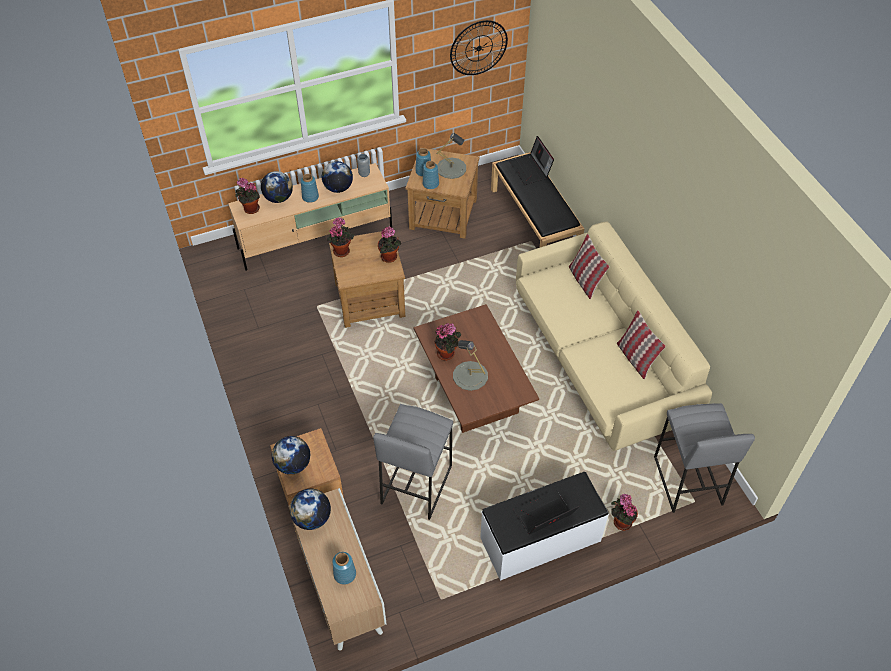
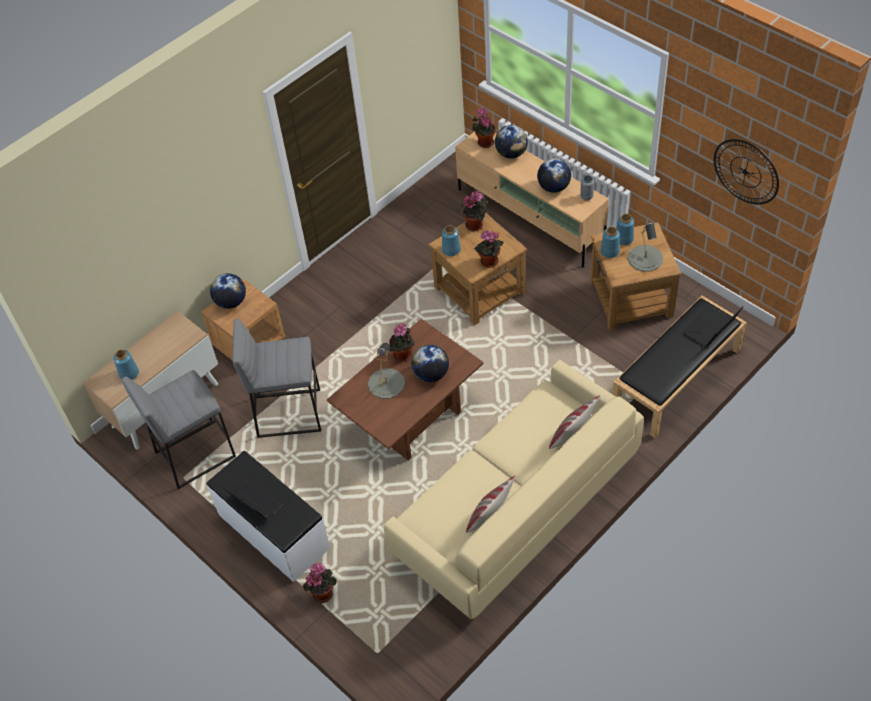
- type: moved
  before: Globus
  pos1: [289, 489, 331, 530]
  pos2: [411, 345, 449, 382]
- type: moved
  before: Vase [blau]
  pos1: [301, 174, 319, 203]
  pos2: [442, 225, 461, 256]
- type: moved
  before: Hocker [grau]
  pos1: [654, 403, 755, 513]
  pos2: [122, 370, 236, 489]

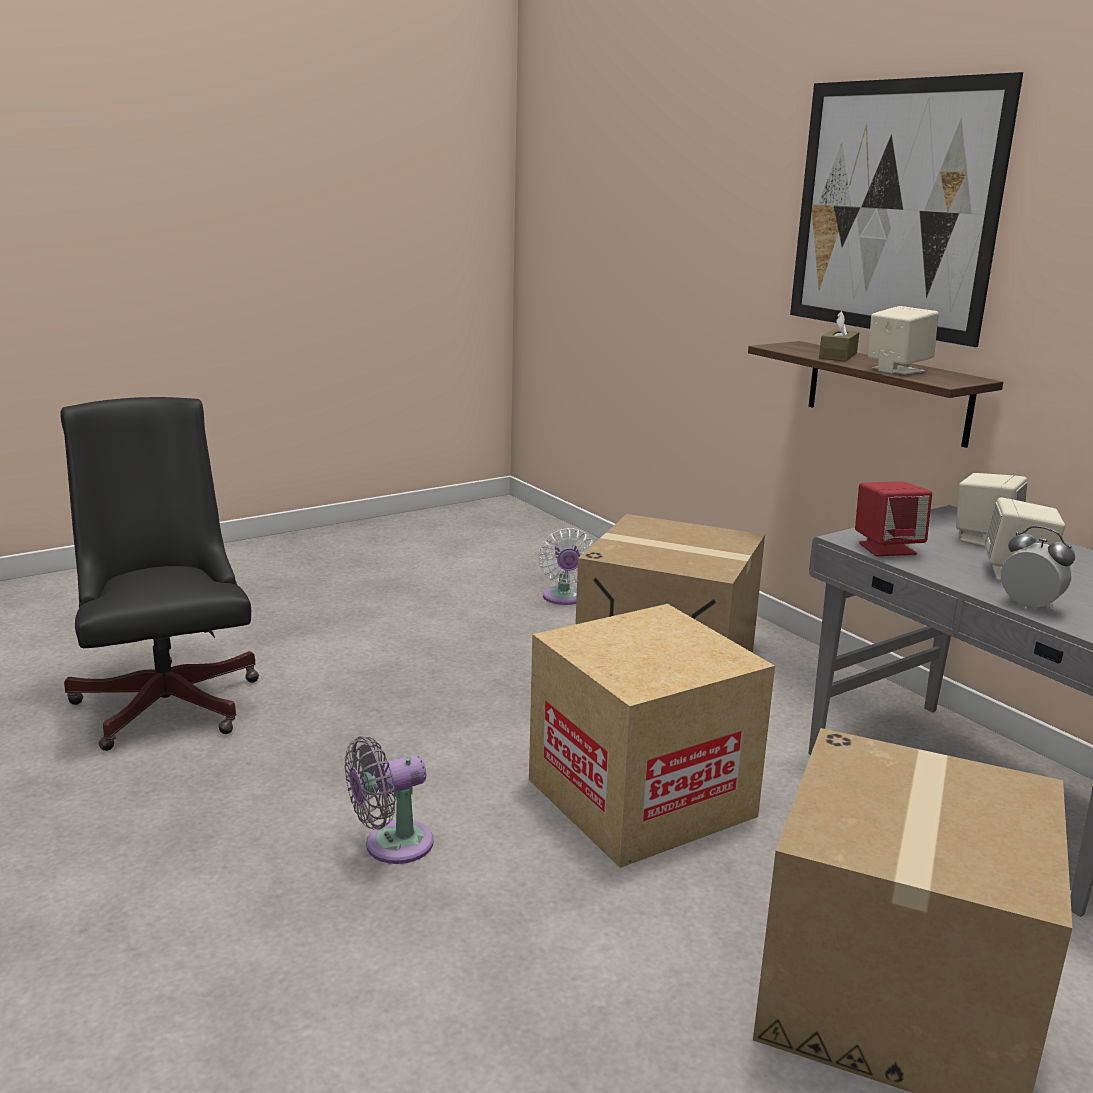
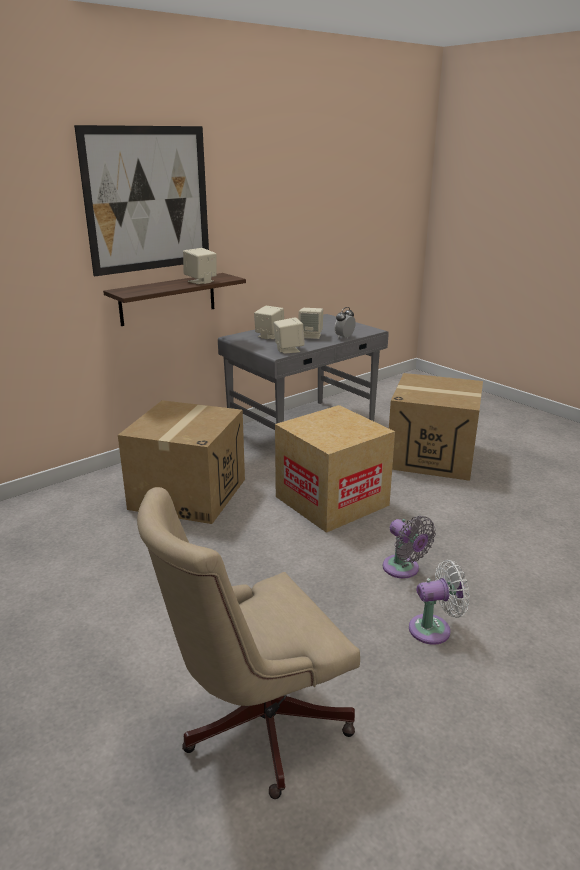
- type: recoloured
  before: Bürostuhl [schwarz]
  after: Bürostuhl [beige]
  pos1: [60, 397, 259, 751]
  pos2: [137, 487, 360, 799]
- type: moved
  before: Ventilator [weiß]
  pos1: [538, 528, 594, 605]
  pos2: [409, 560, 470, 645]
- type: removed
  before: Taschentuchbox [braun]
  pos1: [819, 311, 860, 361]
- type: recoloured
  before: Lautsprecher [rot]
  after: Lautsprecher [beige]
  pos1: [855, 481, 932, 556]
  pos2: [274, 317, 305, 354]

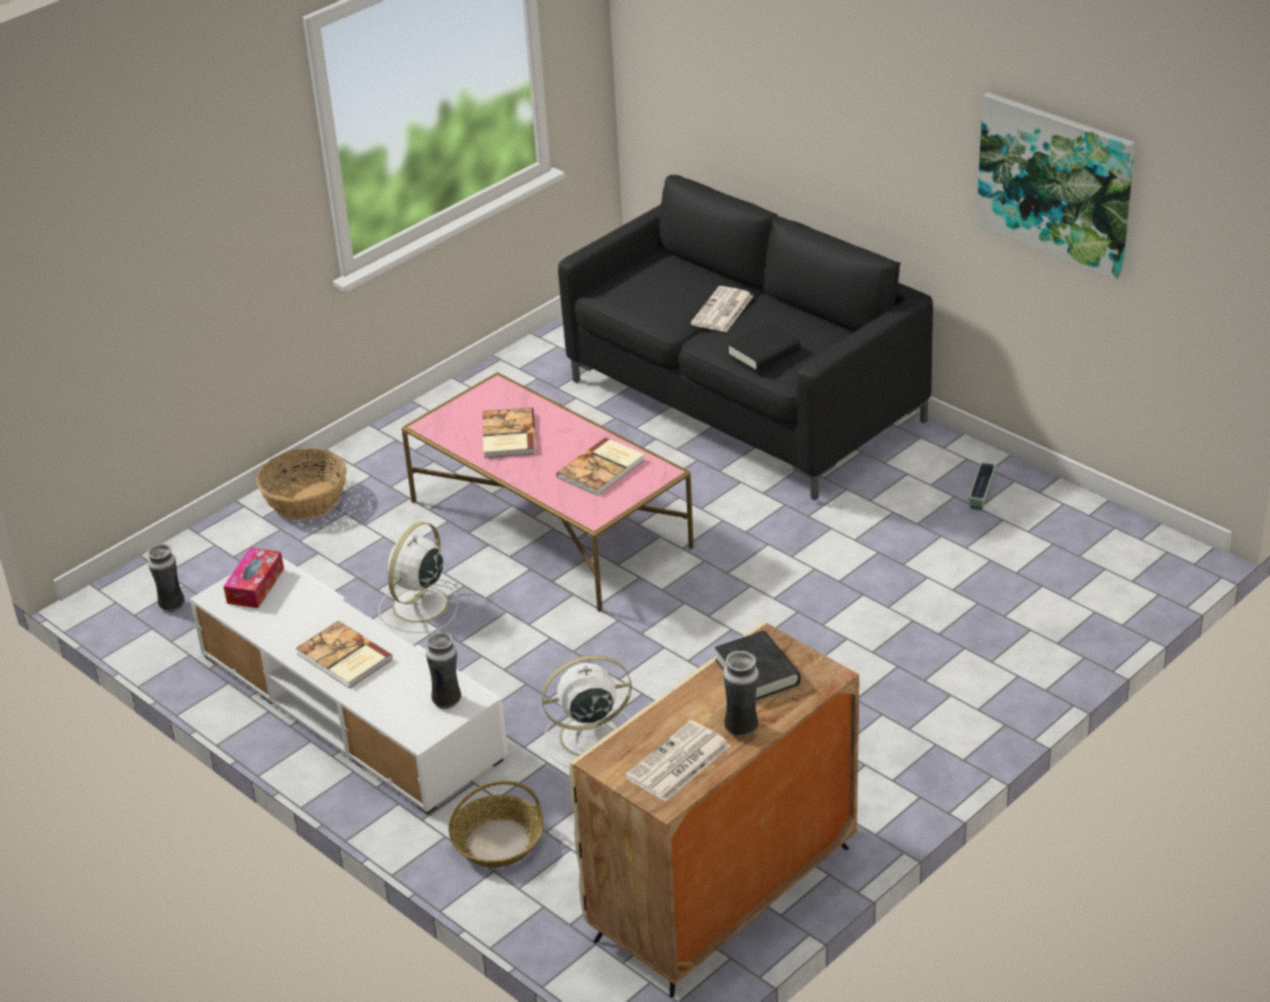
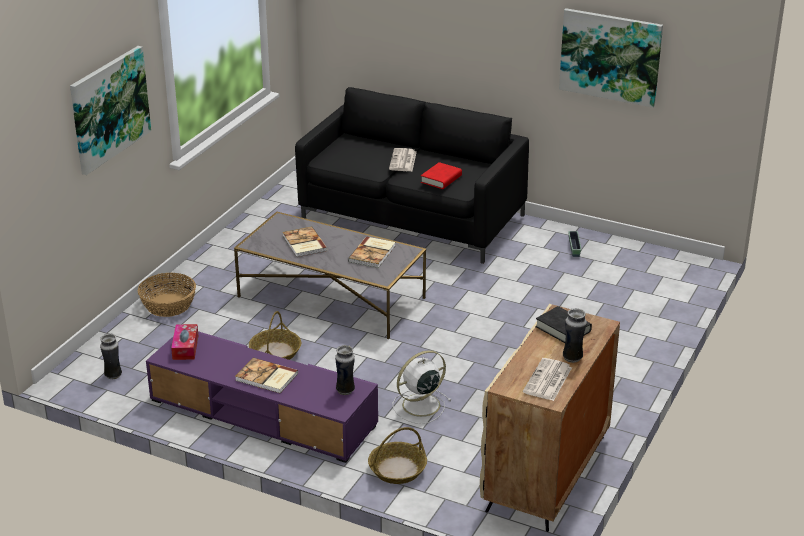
- type: recoloured
  before: Fernsehschrank [weiß]
  after: Fernsehschrank [lila]
  pos1: [190, 557, 508, 815]
  pos2: [146, 331, 378, 463]
- type: replaced
  before: Ventilator [weiß]
  after: Korb
  pos1: [378, 522, 458, 633]
  pos2: [249, 311, 301, 360]
- type: recoloured
  before: Couchtisch [rosa]
  after: Couchtisch [grau]
  pos1: [402, 372, 694, 612]
  pos2: [234, 212, 426, 339]
- type: recoloured
  before: Buch [schwarz]
  after: Buch [rot]
  pos1: [727, 323, 800, 371]
  pos2: [421, 162, 462, 189]
- type: added
  after: Bild
  pos2: [70, 46, 151, 175]

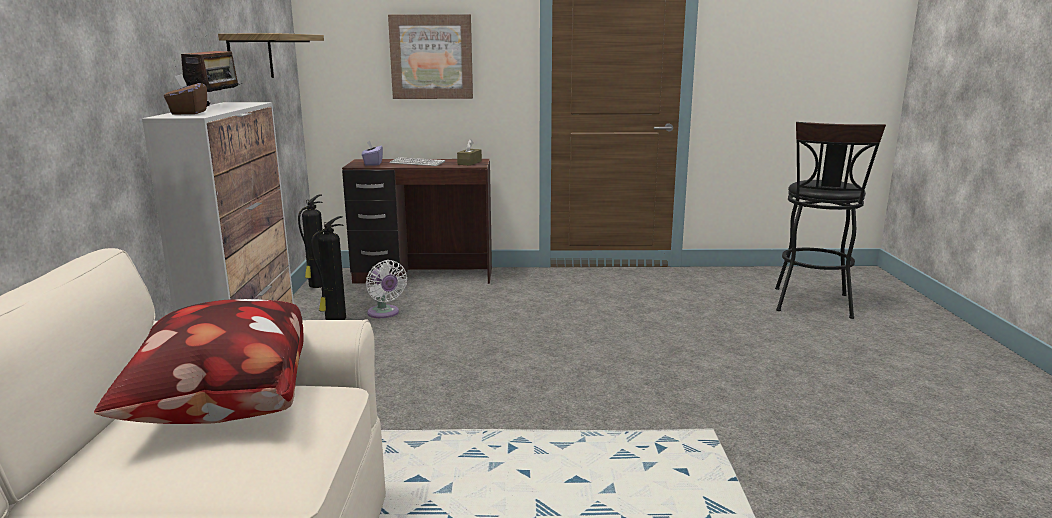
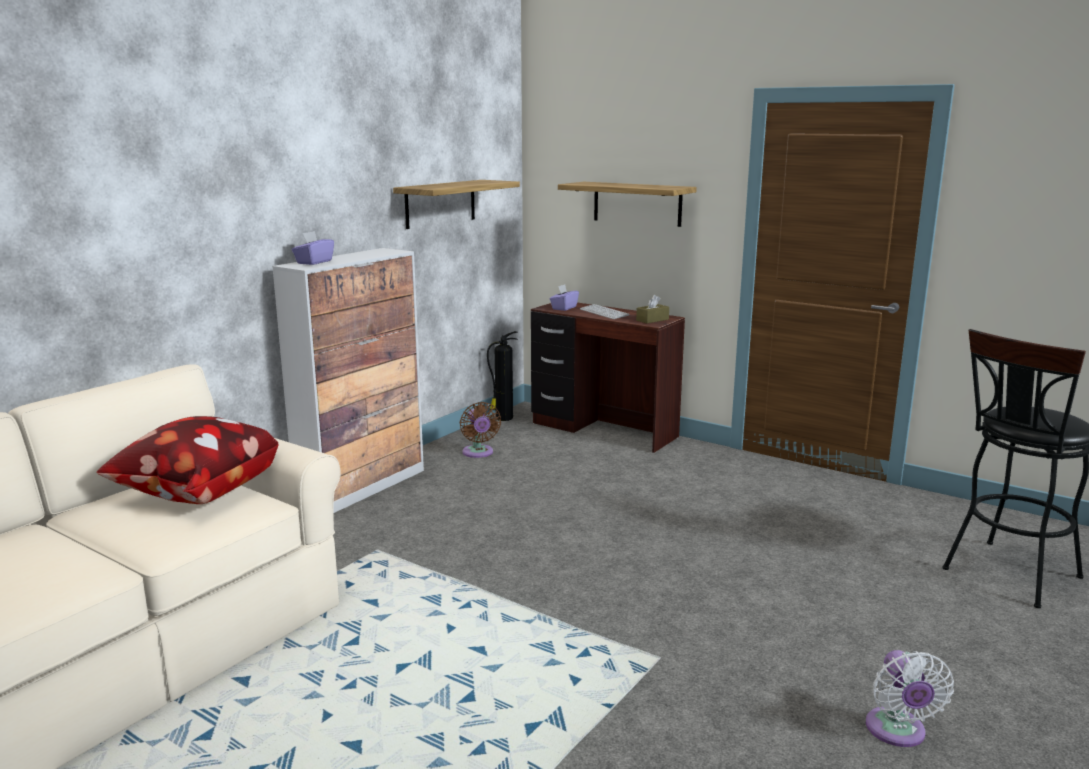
- type: recoloured
  before: Taschentuchbox [braun]
  after: Taschentuchbox [lila]
  pos1: [164, 74, 207, 115]
  pos2: [292, 231, 334, 265]
- type: removed
  before: Radio
  pos1: [175, 36, 242, 106]
- type: replaced
  before: Feuerlöscher
  after: Ventilator [braun]
  pos1: [311, 216, 346, 320]
  pos2: [460, 402, 501, 458]
- type: moved
  before: Ventilator [weiß]
  pos1: [366, 260, 407, 318]
  pos2: [866, 650, 954, 747]
- type: replaced
  before: Bild
  after: Wandregal
  pos1: [388, 14, 473, 99]
  pos2: [558, 182, 697, 227]

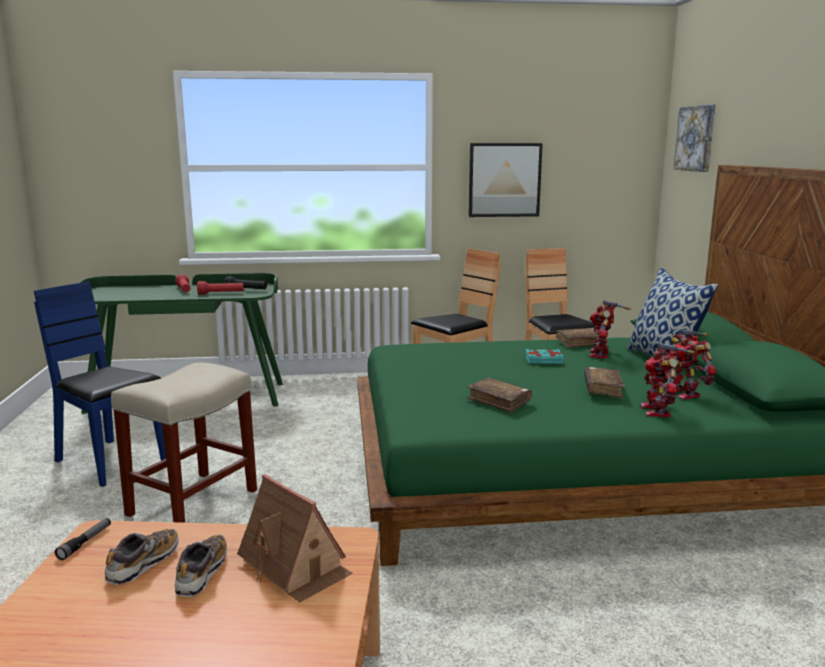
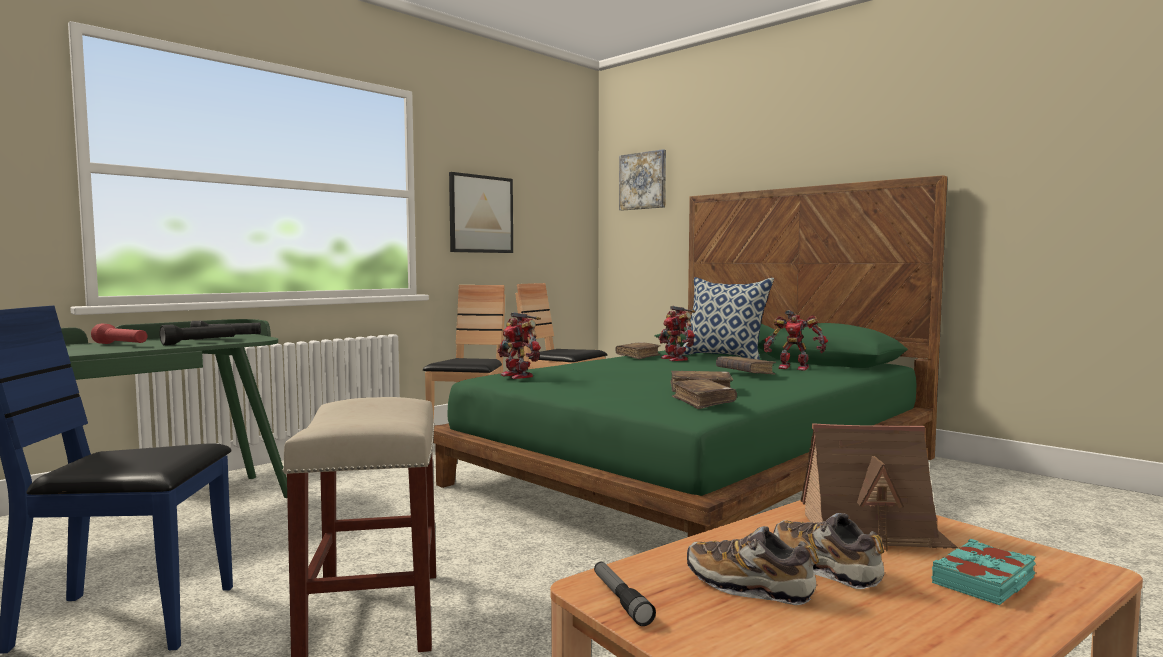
- type: turned
  before: Schuh
  pos1: [105, 528, 179, 585]
  pos2: [687, 526, 819, 605]
  turn: -45
- type: recoloured
  before: Taschenlampe [rot]
  after: Taschenlampe [schwarz]
  pos1: [197, 281, 244, 295]
  pos2: [160, 324, 236, 345]
- type: moved
  before: Buch [türkis]
  pos1: [526, 349, 564, 364]
  pos2: [931, 539, 1036, 605]
- type: moved
  before: Spielzeugroboter
  pos1: [640, 343, 695, 417]
  pos2: [498, 312, 541, 379]
- type: added
  after: Buch [braun]
  pos2: [672, 379, 737, 409]

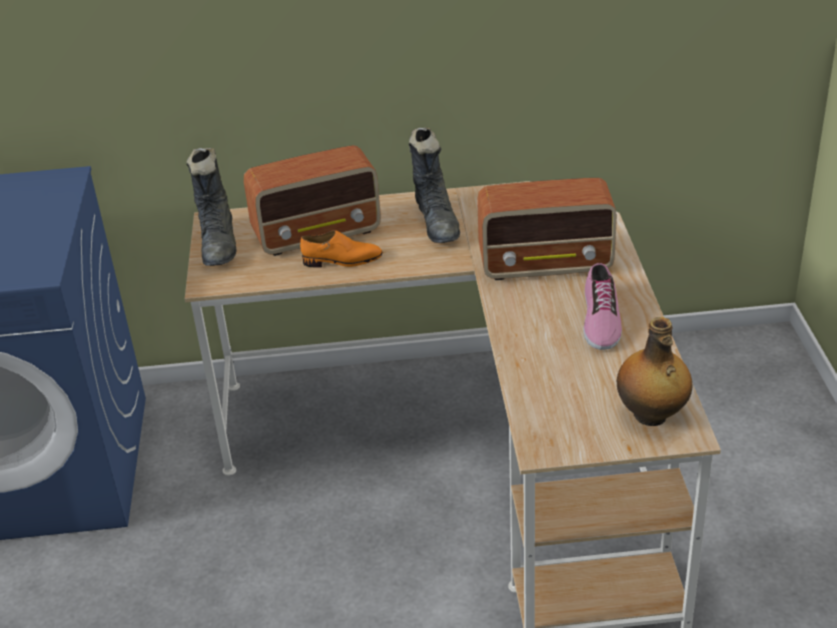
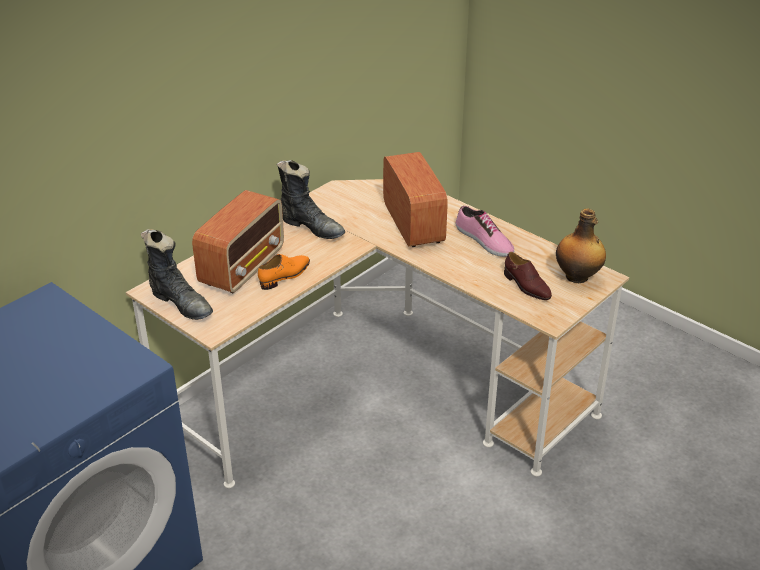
- type: turned
  before: Radio
  pos1: [477, 178, 617, 280]
  pos2: [383, 152, 448, 247]
  turn: -60
- type: added
  after: Schuh [braun]
  pos2: [504, 252, 552, 300]

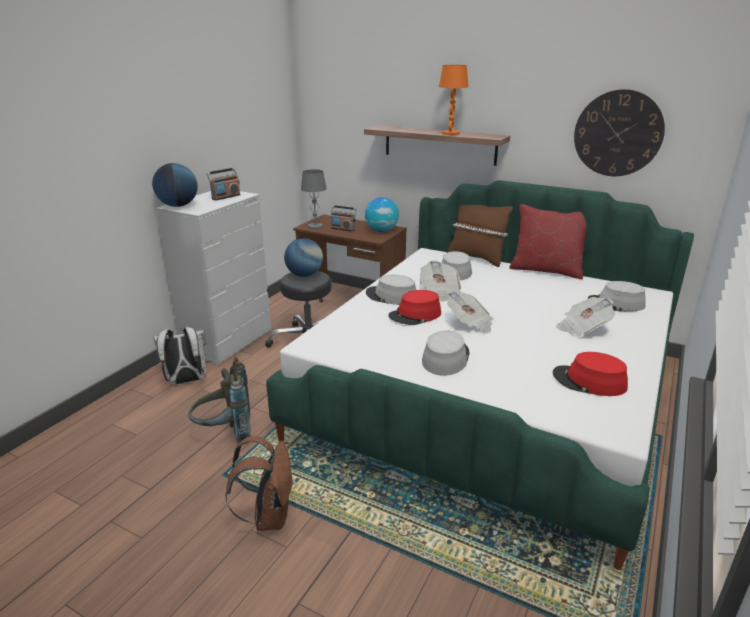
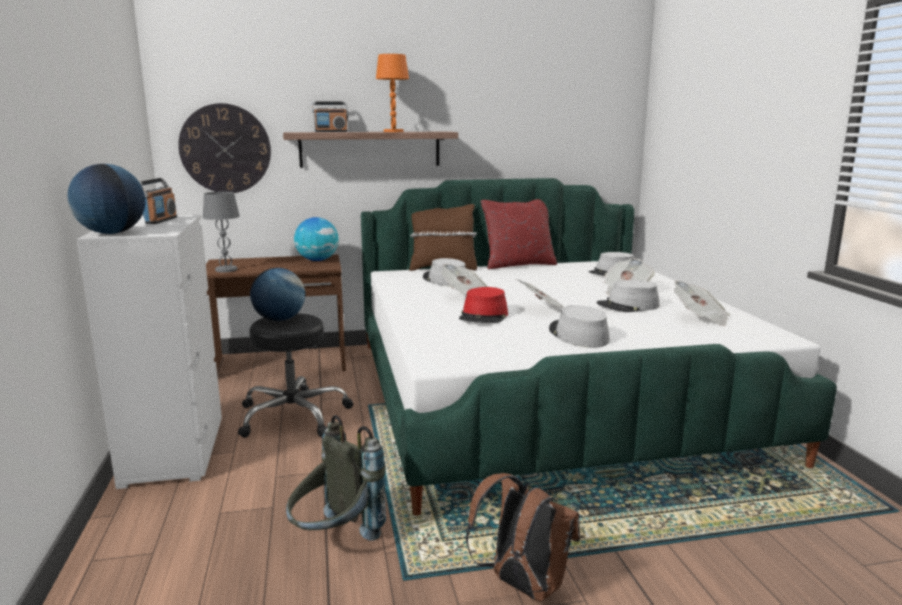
- type: removed
  before: Rucksack [weiß]
  pos1: [154, 327, 206, 384]
- type: moved
  before: Radio
  pos1: [331, 205, 357, 232]
  pos2: [312, 101, 348, 132]
- type: moved
  before: Hut [grau]
  pos1: [366, 275, 416, 305]
  pos2: [597, 280, 660, 312]
- type: replaced
  before: Hut [rot]
  after: Zeitung
  pos1: [553, 352, 628, 396]
  pos2: [674, 281, 730, 326]
- type: moved
  before: Wanduhr
  pos1: [574, 89, 665, 176]
  pos2: [178, 103, 271, 193]

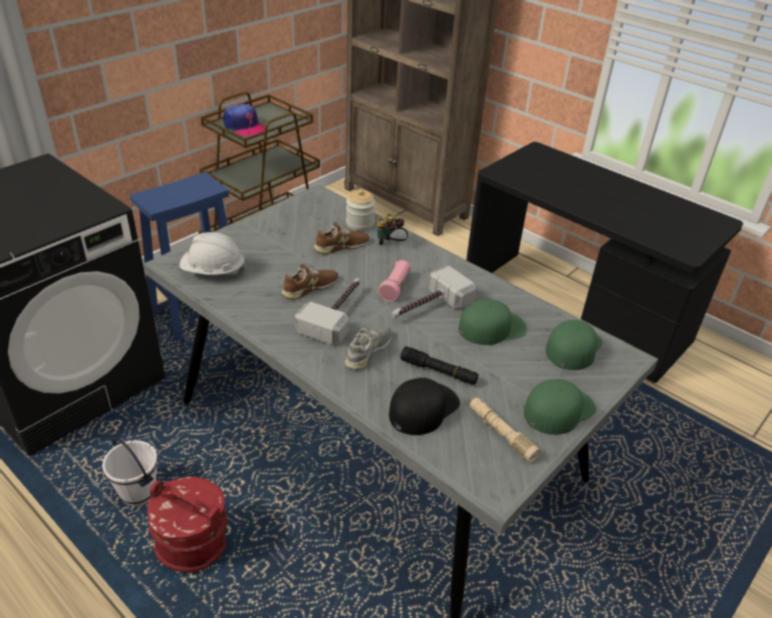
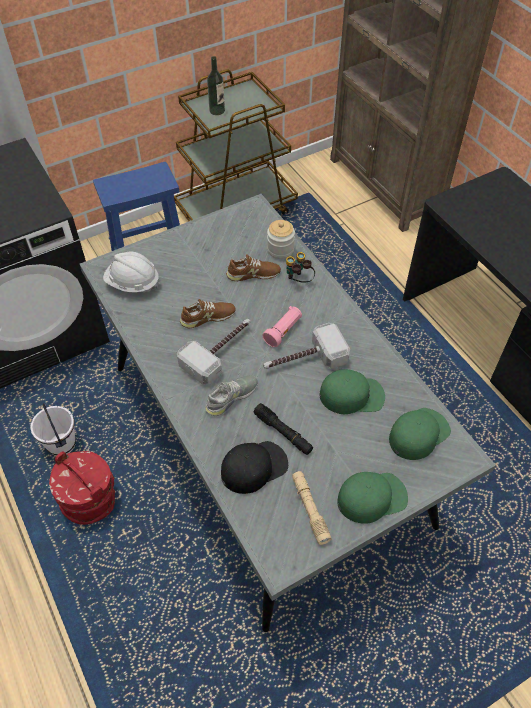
- type: replaced
  before: Kappe
  after: Flasche
  pos1: [223, 104, 265, 136]
  pos2: [207, 56, 225, 115]

